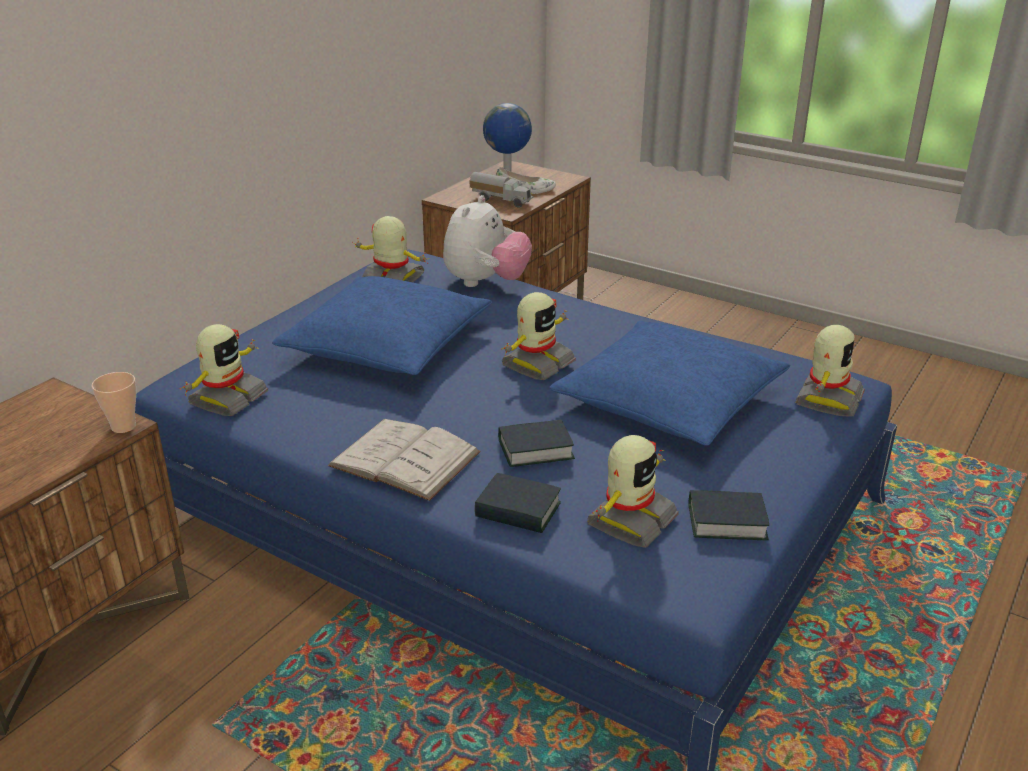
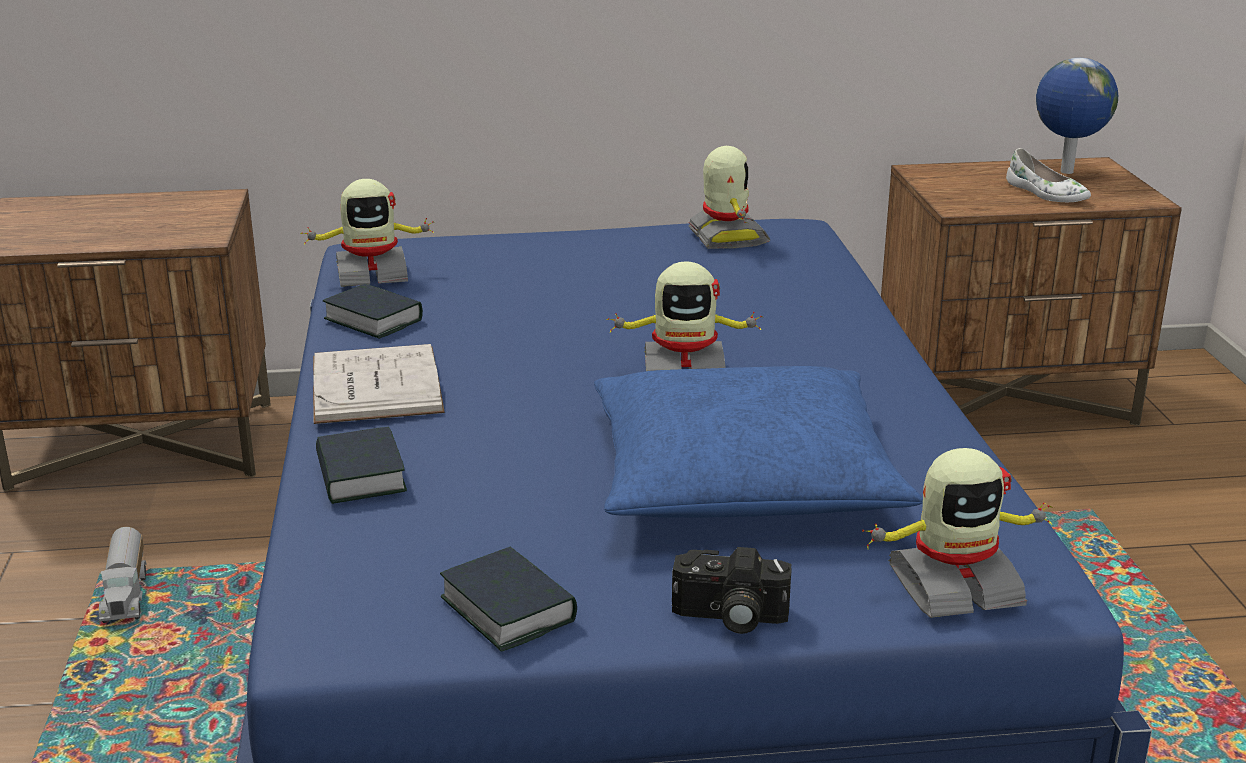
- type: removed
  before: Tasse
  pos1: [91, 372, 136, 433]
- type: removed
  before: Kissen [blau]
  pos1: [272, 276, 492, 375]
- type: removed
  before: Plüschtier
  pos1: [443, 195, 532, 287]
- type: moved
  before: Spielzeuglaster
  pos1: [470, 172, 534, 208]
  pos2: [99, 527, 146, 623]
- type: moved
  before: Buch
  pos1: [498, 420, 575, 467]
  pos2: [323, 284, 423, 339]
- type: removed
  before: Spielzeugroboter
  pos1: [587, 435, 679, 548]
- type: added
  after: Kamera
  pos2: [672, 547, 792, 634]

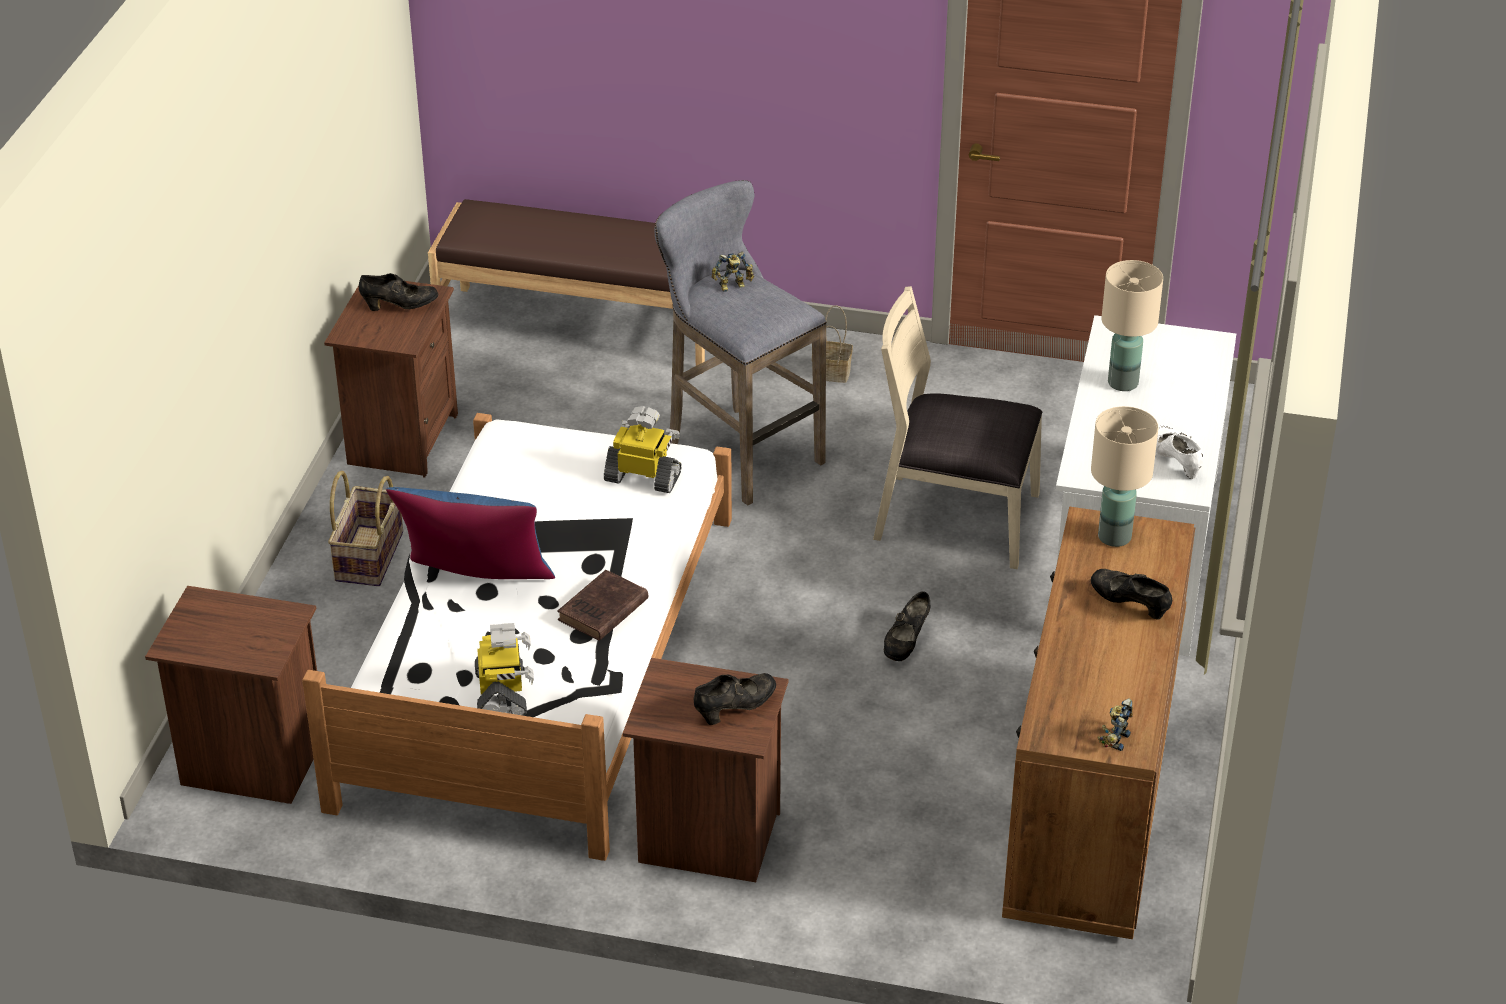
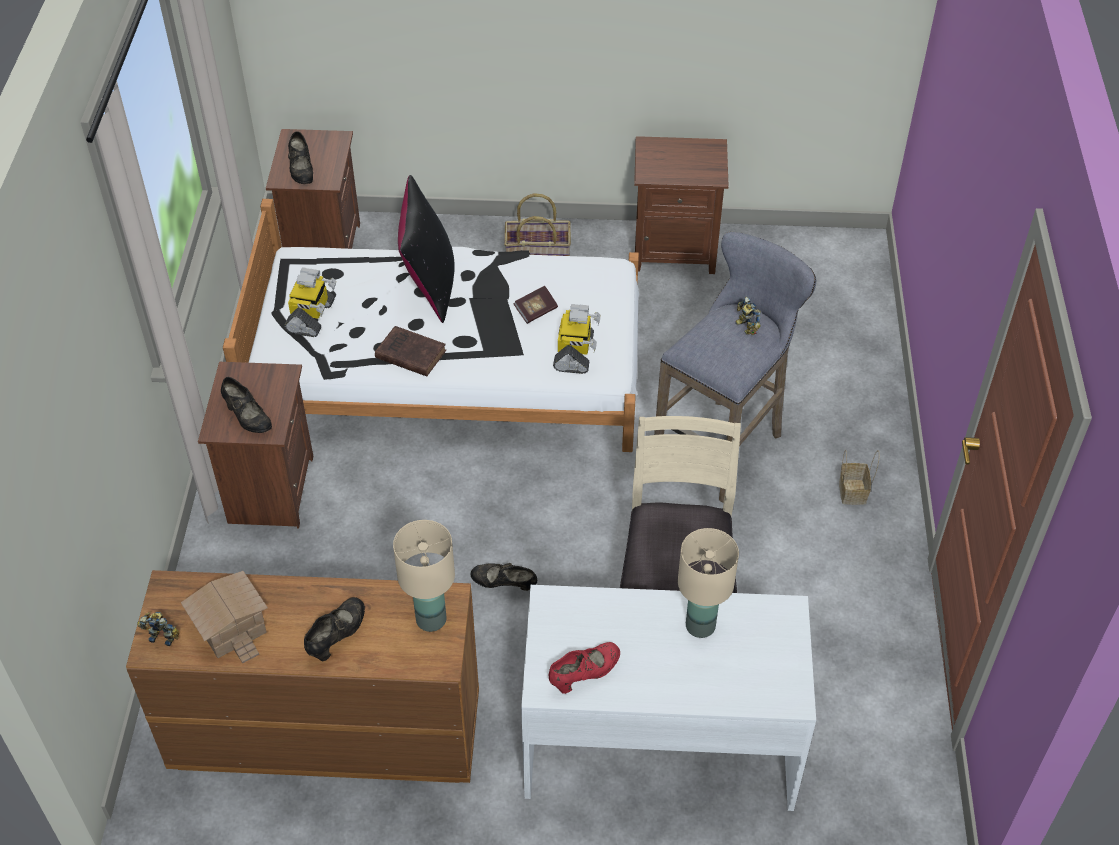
- type: moved
  before: Schuh [schwarz]
  pos1: [359, 273, 438, 311]
  pos2: [288, 131, 313, 184]
- type: recoloured
  before: Kissen [blau]
  after: Kissen [schwarz]
  pos1: [386, 487, 555, 579]
  pos2: [398, 175, 454, 323]
- type: removed
  before: Bank [braun]
  pos1: [428, 199, 705, 366]
- type: turned
  before: Spielzeugroboter
  pos1: [475, 623, 534, 716]
  pos2: [284, 268, 337, 337]
  turn: -60
- type: recoloured
  before: Schuh [weiß]
  after: Schuh [rot]
  pos1: [1156, 424, 1204, 479]
  pos2: [549, 642, 620, 694]
- type: added
  after: Spielzeughaus
  pos2: [181, 571, 268, 663]
- type: added
  after: Buch
  pos2: [514, 286, 558, 324]

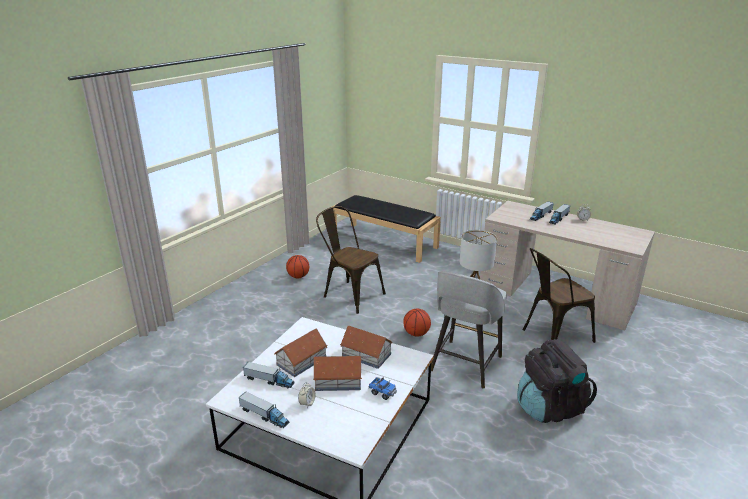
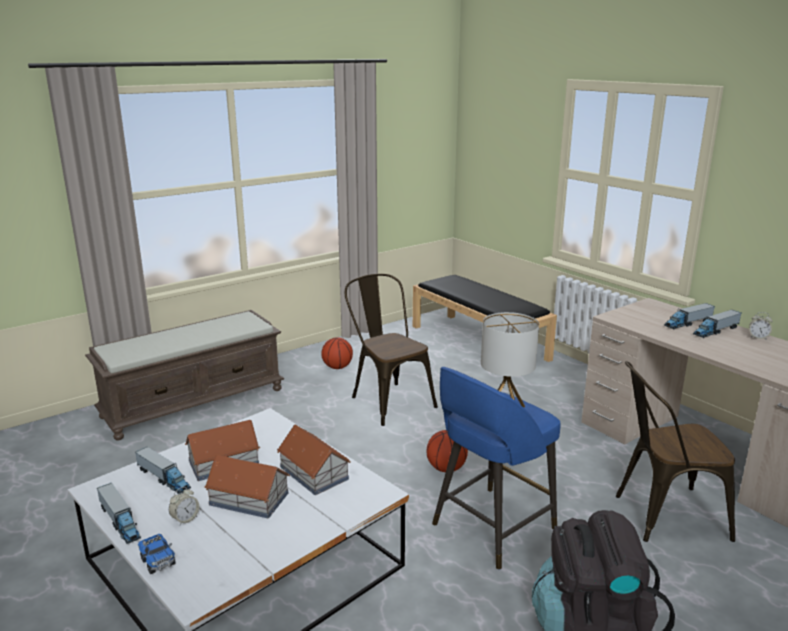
- type: moved
  before: Spielzeuglaster
  pos1: [369, 377, 397, 400]
  pos2: [138, 534, 176, 574]
- type: recoloured
  before: Hocker [grau]
  after: Hocker [blau]
  pos1: [431, 271, 507, 389]
  pos2: [432, 367, 561, 569]
- type: added
  after: Bank [braun]
  pos2: [85, 310, 284, 440]

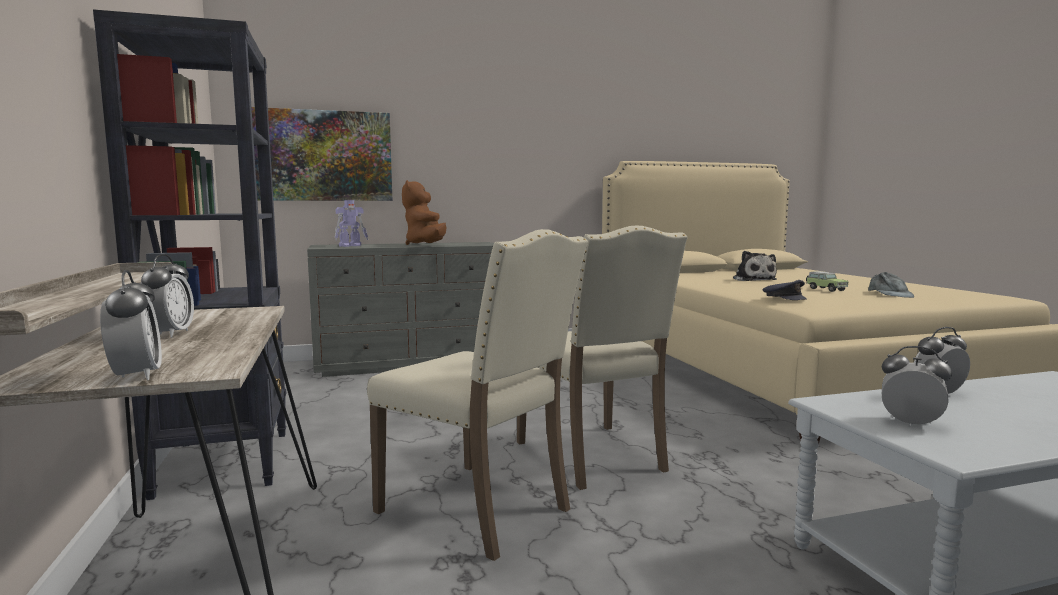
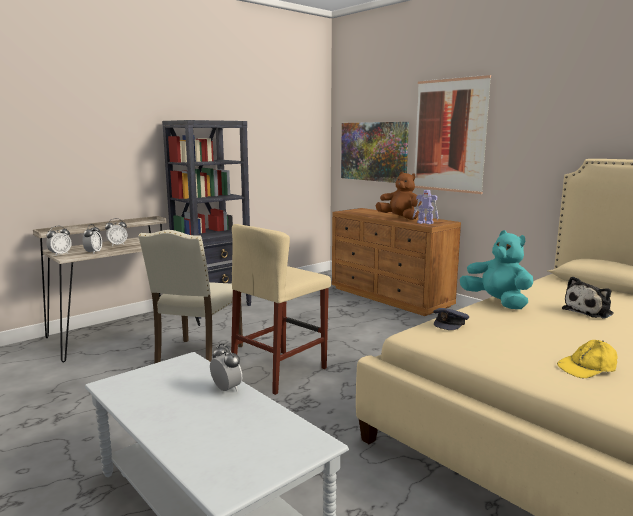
- type: recoloured
  before: Kommode [grau]
  after: Kommode [braun]
  pos1: [307, 242, 494, 377]
  pos2: [332, 208, 461, 316]
- type: moved
  before: Spielzeugroboter
  pos1: [335, 200, 368, 247]
  pos2: [413, 190, 439, 224]
- type: turned
  before: Plüschtier [braun]
  pos1: [402, 180, 447, 245]
  pos2: [376, 172, 421, 220]
  turn: 75
- type: replaced
  before: Stuhl [beige]
  after: Hocker [beige]
  pos1: [517, 226, 688, 490]
  pos2: [231, 224, 331, 395]
- type: removed
  before: Spielzeugauto
  pos1: [806, 271, 848, 292]
- type: recoloured
  before: Kappe [grau]
  after: Kappe [gelb]
  pos1: [868, 272, 914, 298]
  pos2: [557, 340, 617, 378]
- type: moved
  before: Wecker
  pos1: [882, 346, 952, 426]
  pos2: [82, 224, 102, 253]
- type: added
  after: Bild
  pos2: [414, 75, 491, 194]
- type: added
  after: Plüschtier [türkis]
  pos2: [459, 230, 533, 309]

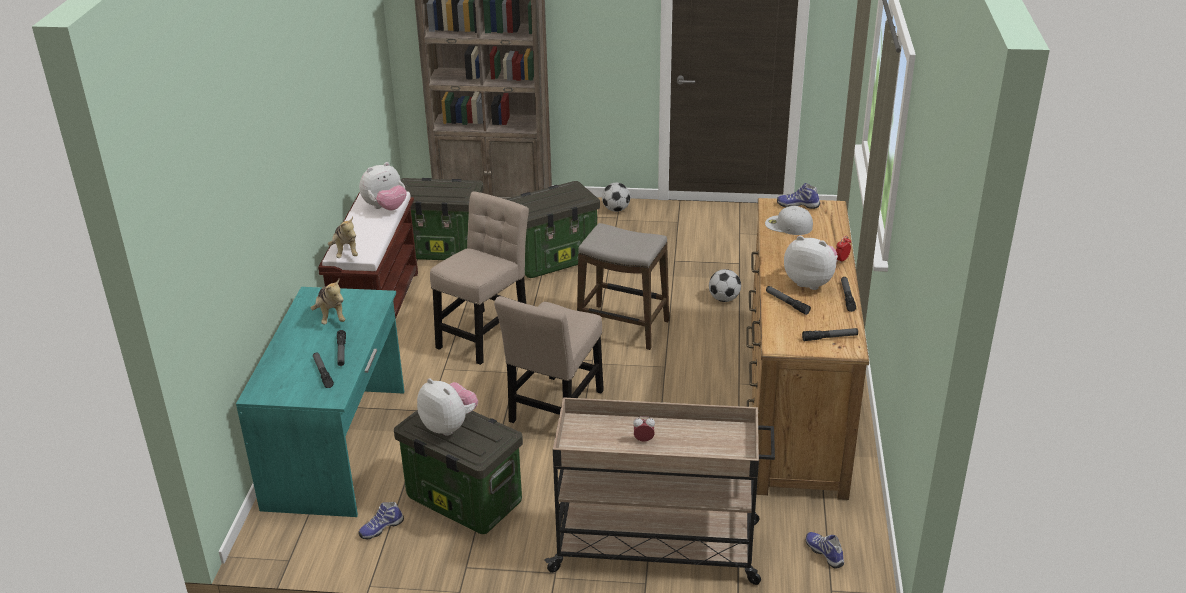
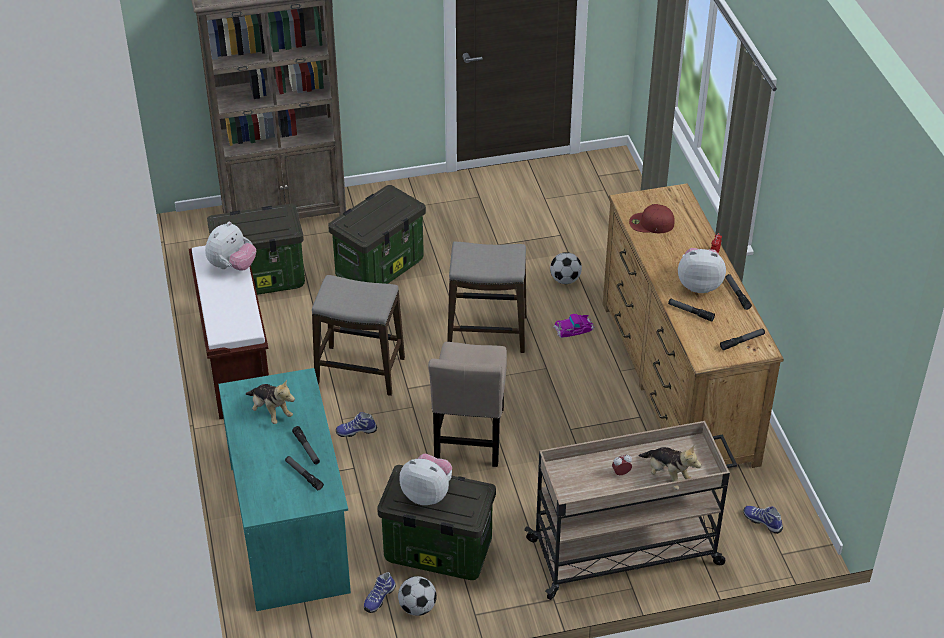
- type: moved
  before: Plüschtier
  pos1: [328, 217, 358, 258]
  pos2: [639, 446, 701, 490]
- type: replaced
  before: Stuhl [beige]
  after: Hocker
  pos1: [430, 192, 529, 365]
  pos2: [312, 275, 405, 396]
- type: moved
  before: Fußball
  pos1: [602, 183, 630, 212]
  pos2: [398, 576, 437, 616]
- type: recoloured
  before: Kappe [weiß]
  after: Kappe [rot]
  pos1: [765, 206, 813, 235]
  pos2: [629, 204, 675, 233]
- type: moved
  before: Schuh
  pos1: [777, 183, 820, 209]
  pos2: [336, 412, 377, 437]
- type: added
  after: Spielzeugauto
  pos2: [553, 314, 595, 338]

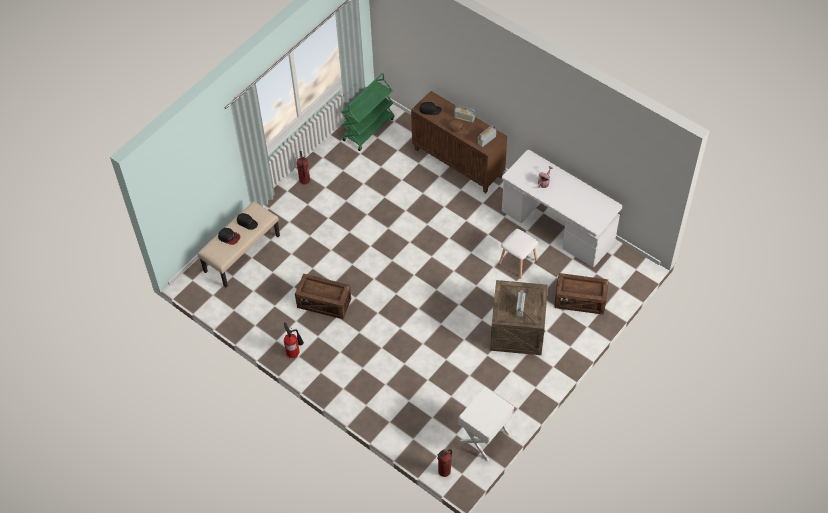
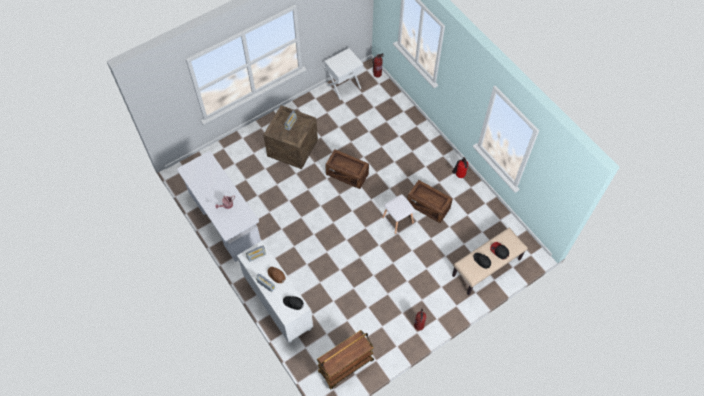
- type: recoloured
  before: Rollwagen [grün]
  after: Rollwagen [braun]
  pos1: [341, 73, 394, 151]
  pos2: [317, 330, 374, 390]
- type: recoloured
  before: Schrank [braun]
  after: Schrank [weiß]
  pos1: [411, 91, 507, 193]
  pos2: [237, 240, 313, 343]
- type: moved
  before: Hocker [weiß]
  pos1: [499, 229, 538, 279]
  pos2: [382, 194, 415, 234]
- type: moved
  before: Kiste
  pos1: [554, 273, 608, 315]
  pos2: [325, 149, 369, 189]

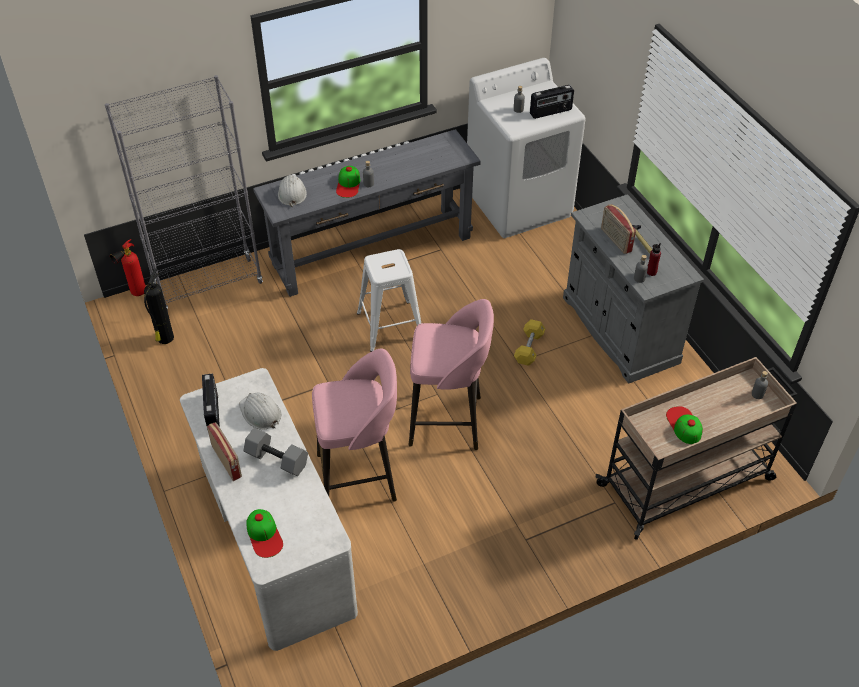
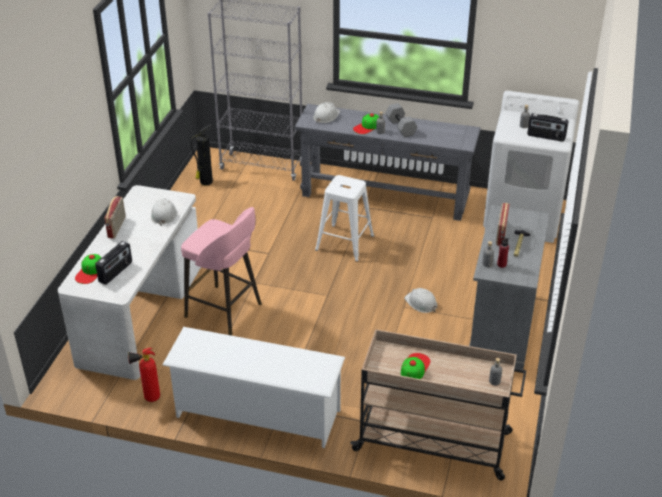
- type: moved
  before: Feuerlöscher
  pos1: [110, 239, 146, 296]
  pos2: [128, 348, 160, 402]
- type: moved
  before: Radio
  pos1: [202, 373, 220, 430]
  pos2: [95, 241, 132, 285]
- type: moved
  before: Hantel [grau]
  pos1: [243, 428, 308, 476]
  pos2: [385, 103, 417, 137]
- type: removed
  before: Hocker [rosa]
  pos1: [409, 299, 494, 450]
- type: replaced
  before: Hantel [gelb]
  after: Schutzhelm [weiß]
  pos1: [514, 319, 545, 366]
  pos2: [404, 288, 438, 313]
- type: added
  after: Schuhregal [weiß]
  pos2: [162, 327, 345, 448]

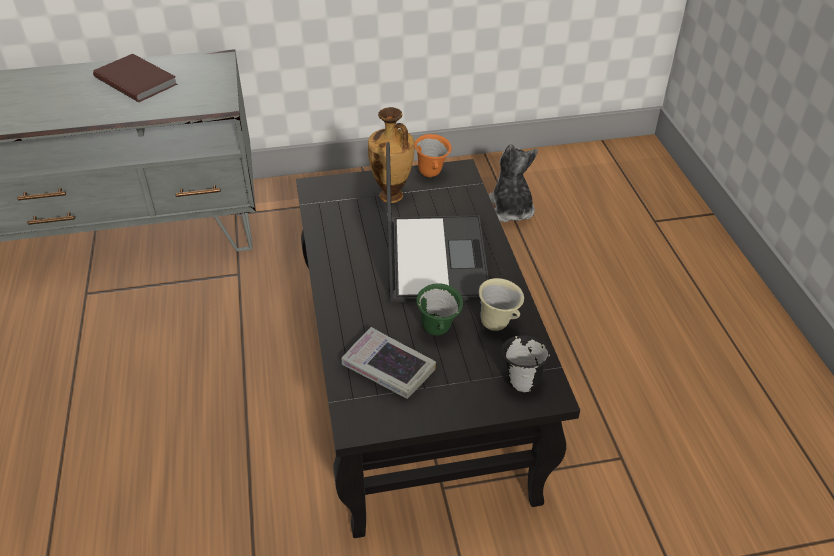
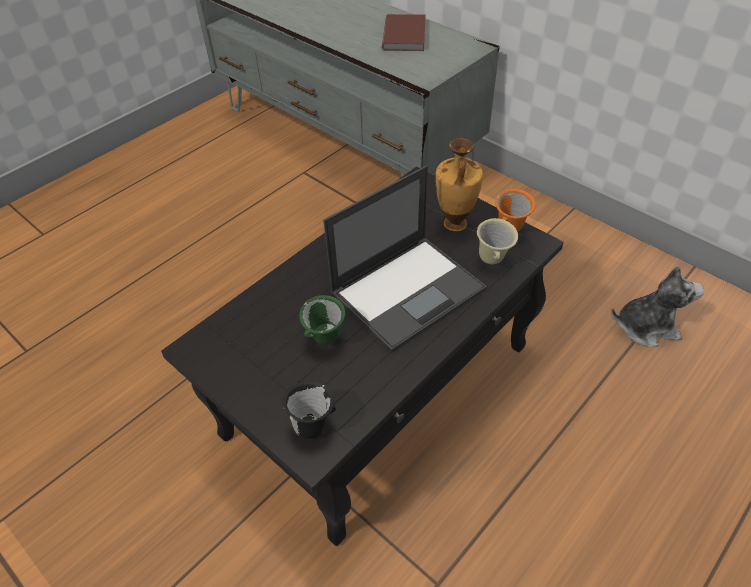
- type: removed
  before: Buch
  pos1: [341, 327, 436, 399]
- type: moved
  before: Henkelbecher [beige]
  pos1: [479, 278, 524, 331]
  pos2: [477, 218, 518, 264]
- type: turned
  before: Plüschtier
  pos1: [489, 143, 538, 222]
  pos2: [611, 266, 704, 347]
  turn: 45

